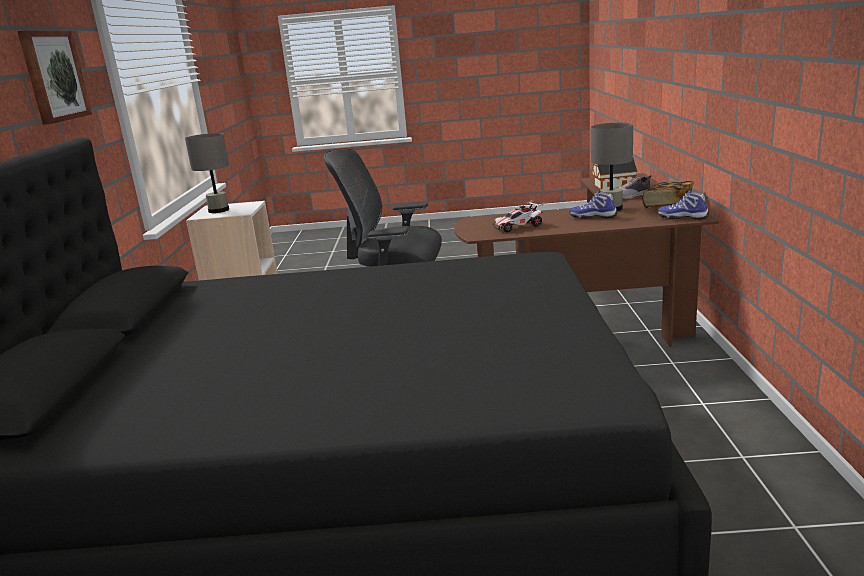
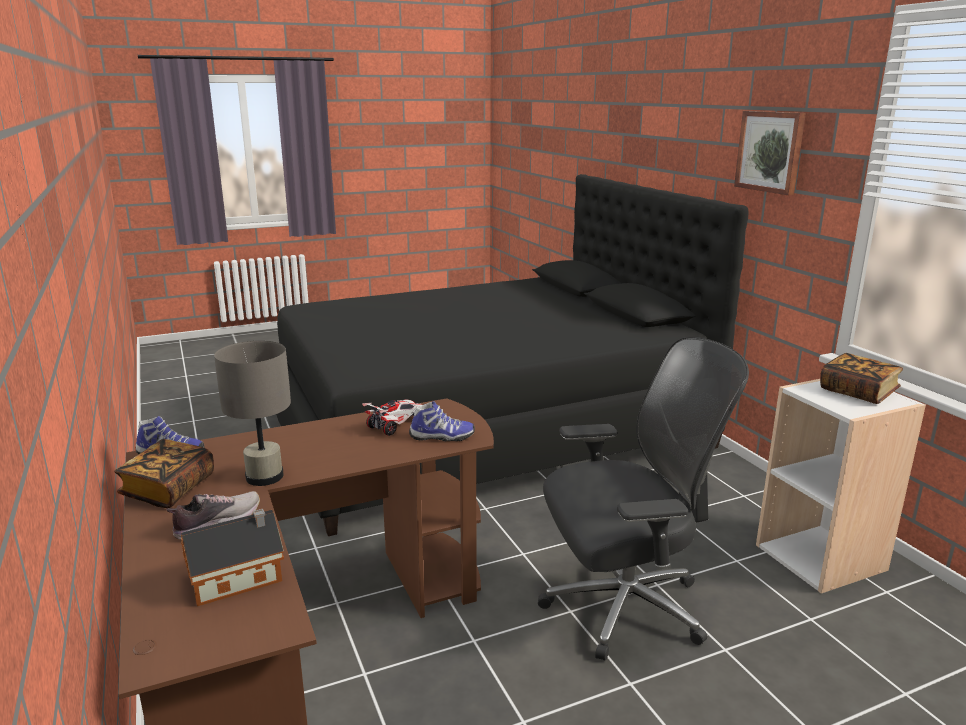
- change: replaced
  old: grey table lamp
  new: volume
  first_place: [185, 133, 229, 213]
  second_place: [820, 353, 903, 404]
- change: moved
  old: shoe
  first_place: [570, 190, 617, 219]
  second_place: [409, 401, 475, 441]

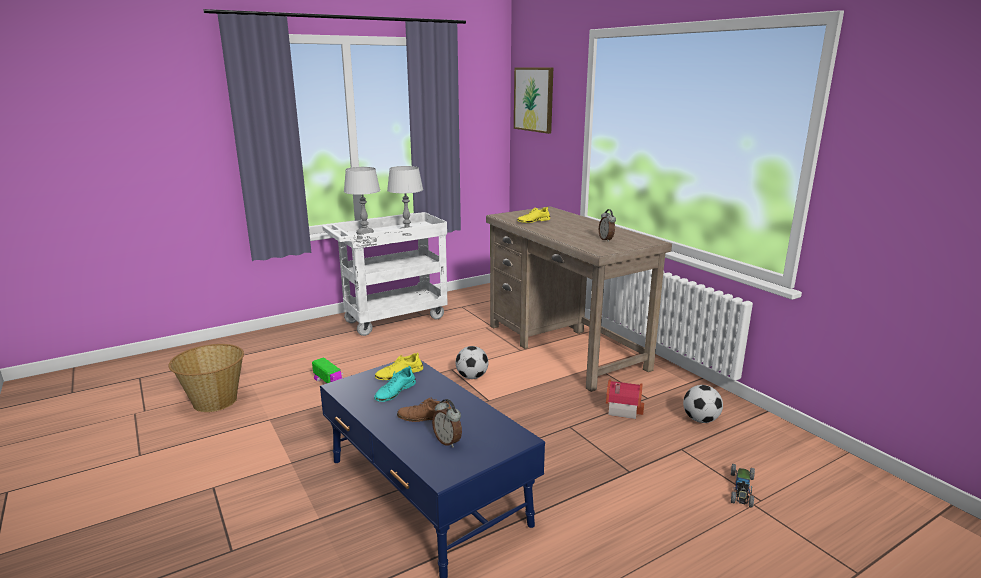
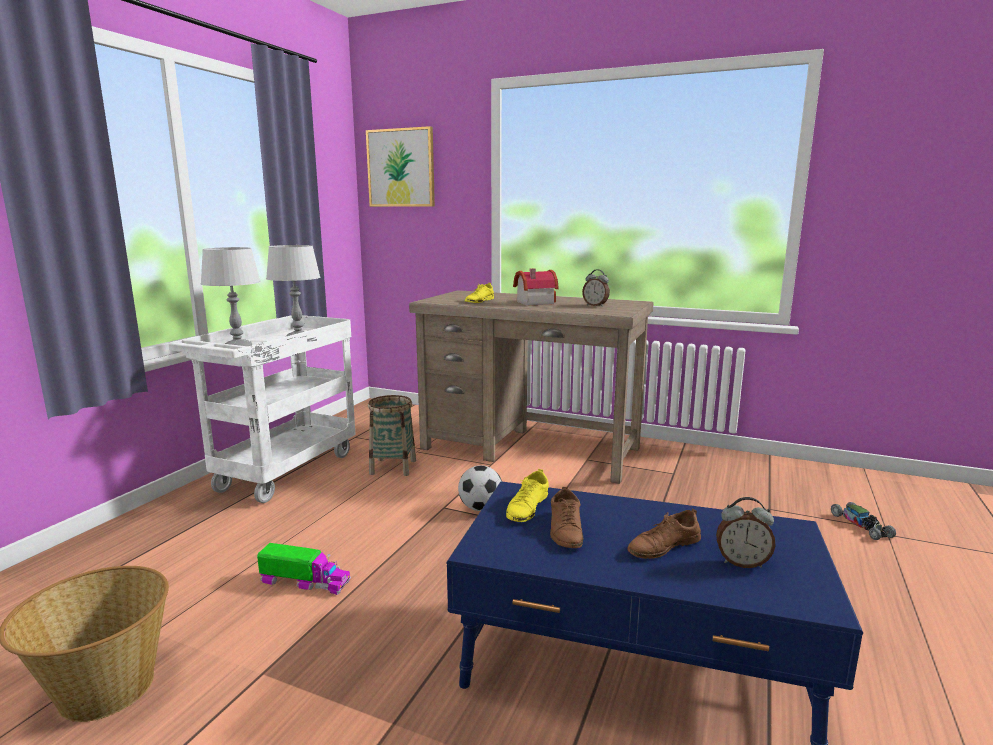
- change: recoloured
  old: turquoise-coloured shoe
  new: brown-coloured shoe
  first_place: [374, 366, 416, 402]
  second_place: [550, 487, 584, 548]
- change: moved
  old: model house
  first_place: [606, 380, 644, 419]
  second_place: [513, 268, 559, 306]
- change: removed
  old: football ball
  first_place: [683, 385, 723, 423]
- change: added
  new: basket
  second_place: [368, 395, 416, 476]

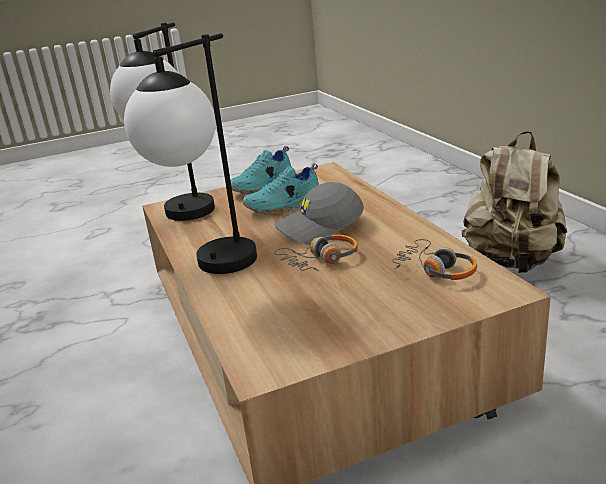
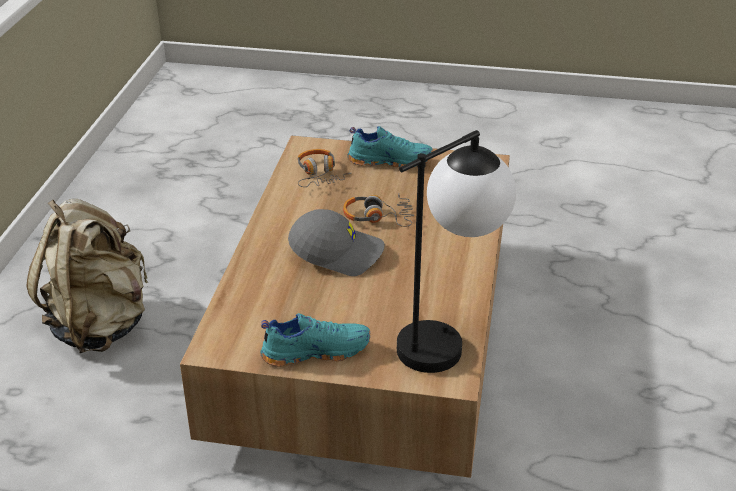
- change: removed
  old: table lamp
  first_place: [124, 33, 257, 274]
- change: moved
  old: turquoise-coloured shoe
  first_place: [242, 163, 319, 215]
  second_place: [347, 126, 433, 168]

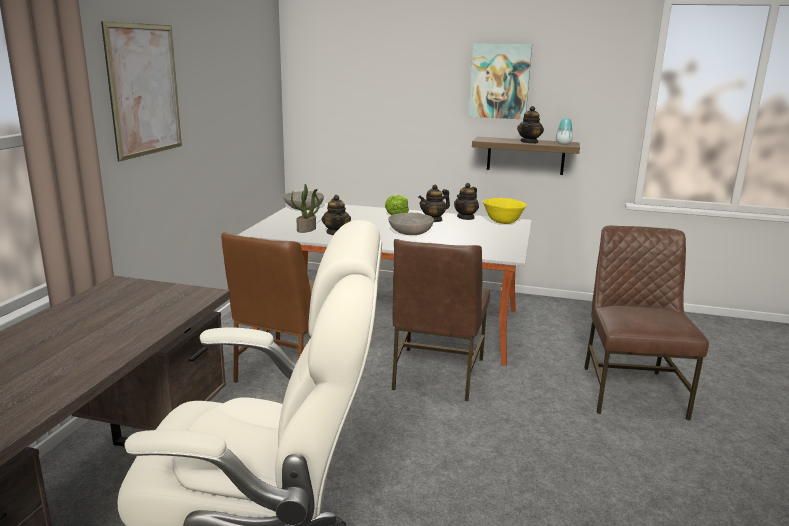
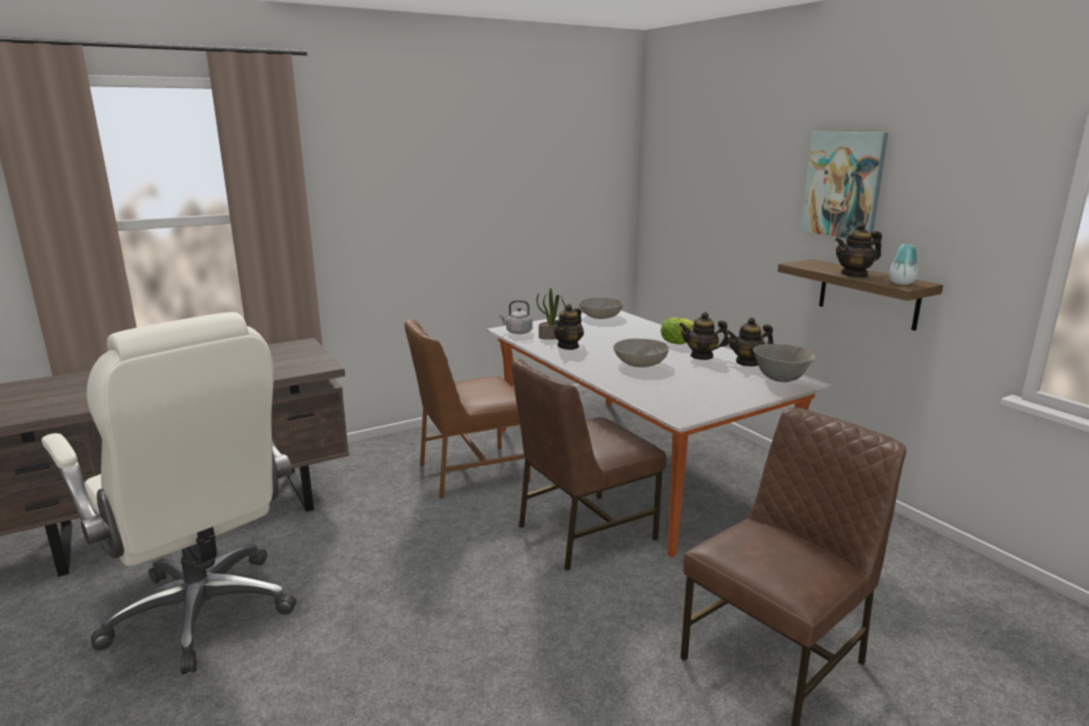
- change: removed
  old: wall picture
  first_place: [101, 21, 182, 161]
- change: recoloured
  old: yellow serving bowl
  new: grey serving bowl
  first_place: [483, 198, 527, 224]
  second_place: [753, 344, 815, 382]
- change: added
  new: grey water kettle
  second_place: [499, 300, 533, 334]

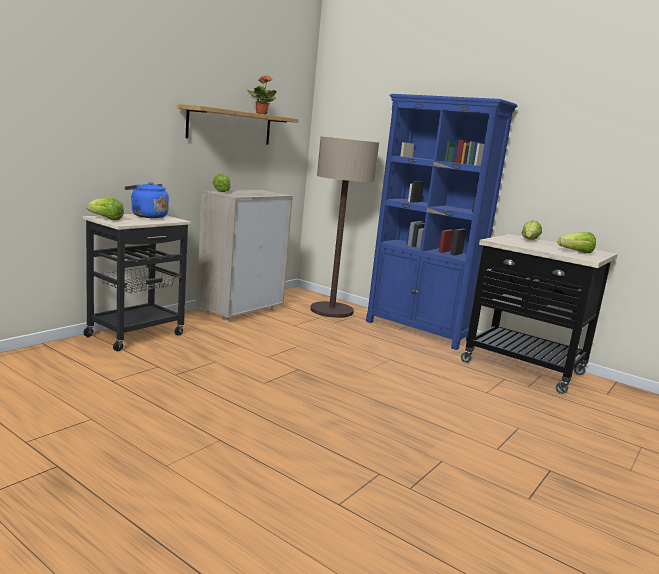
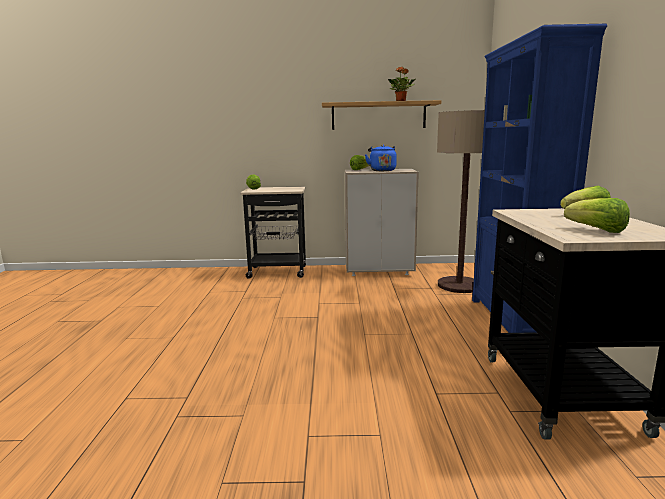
- change: moved
  old: blue water kettle
  first_place: [125, 182, 169, 218]
  second_place: [365, 144, 397, 171]

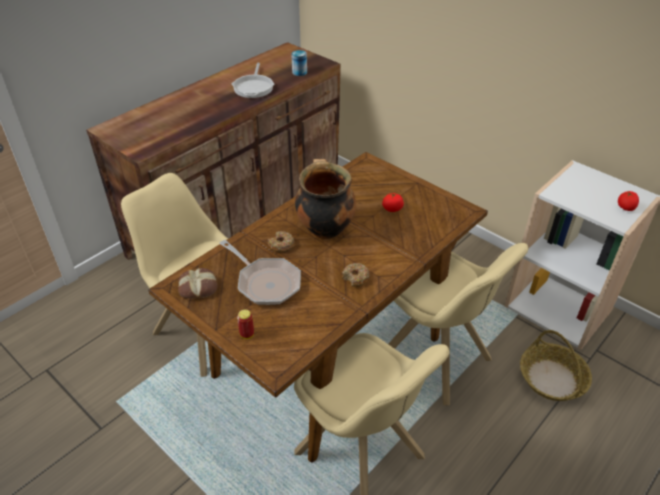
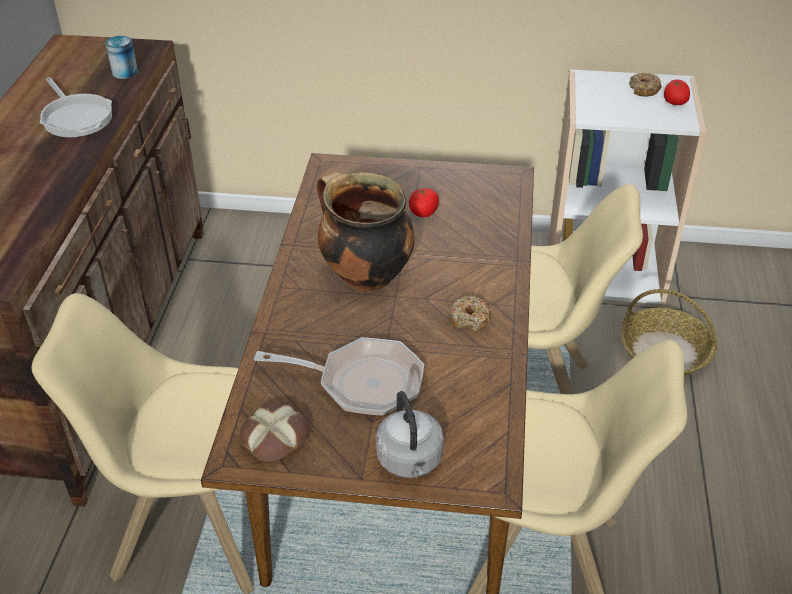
- change: moved
  old: donut
  first_place: [268, 231, 295, 253]
  second_place: [629, 73, 662, 97]
- change: replaced
  old: can
  new: grey water kettle
  first_place: [237, 310, 254, 339]
  second_place: [376, 391, 444, 478]

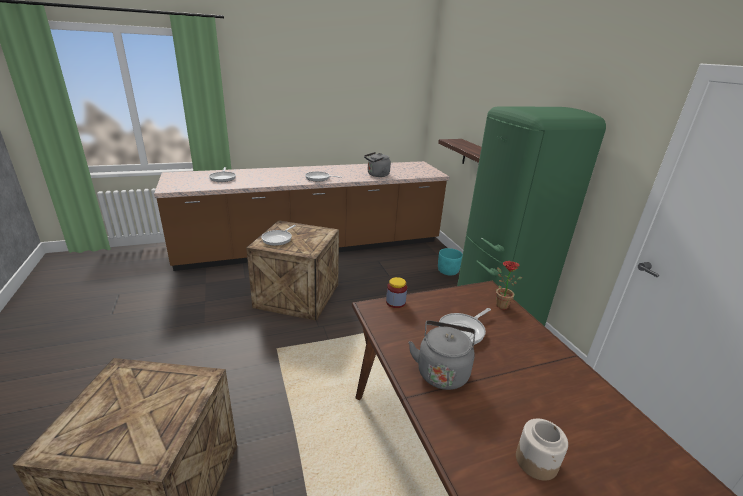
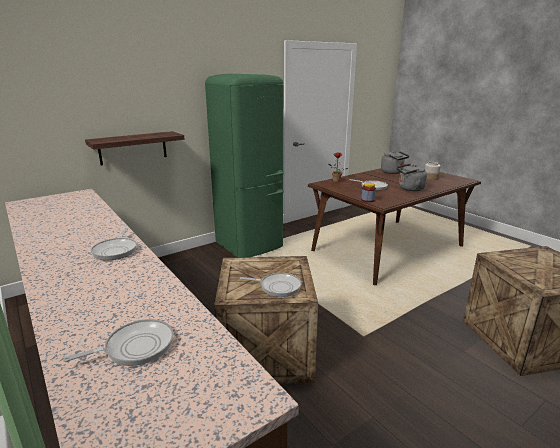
- change: moved
  old: grey water kettle
  first_place: [364, 152, 391, 177]
  second_place: [381, 151, 409, 174]
- change: removed
  old: turquoise-coloured planter
  first_place: [438, 248, 463, 276]

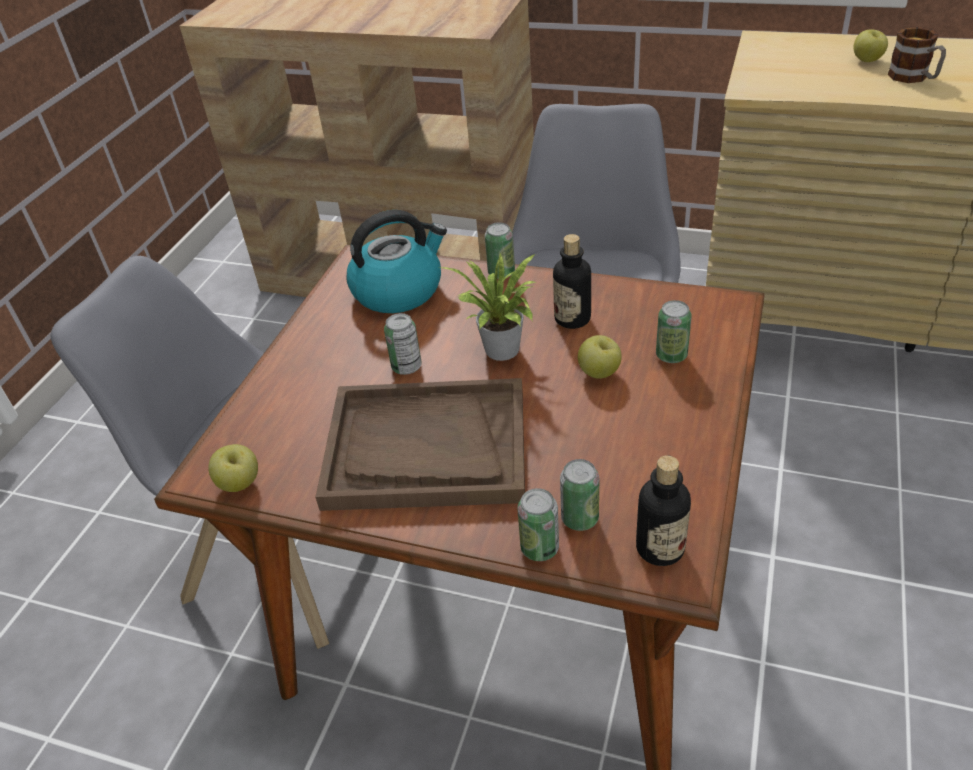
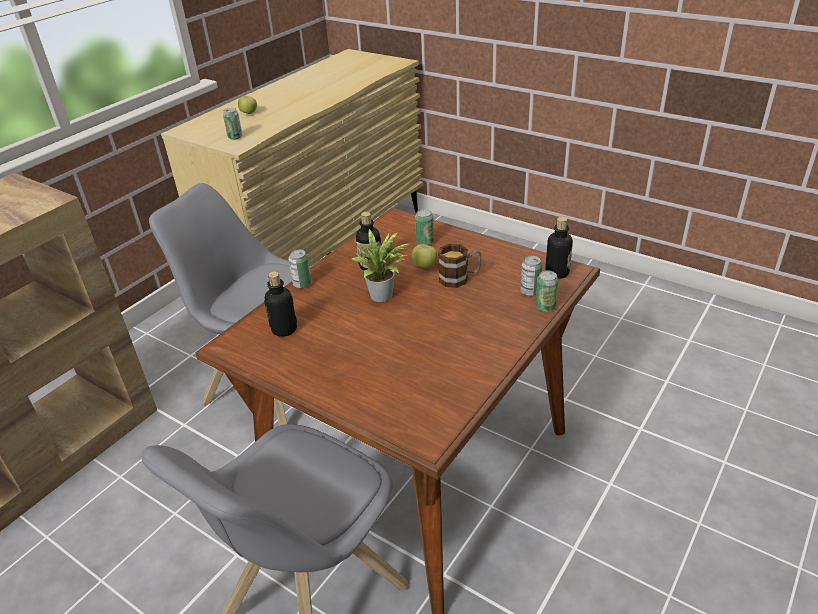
- change: moved
  old: coffee mug
  first_place: [887, 27, 946, 83]
  second_place: [438, 244, 481, 288]
- change: replaced
  old: water kettle
  new: drink bottle
  first_place: [346, 210, 447, 313]
  second_place: [264, 271, 297, 337]
- change: moved
  old: can
  first_place: [384, 313, 422, 375]
  second_place: [223, 108, 243, 140]
- change: removed
  old: brown-coloured serving tray
  first_place: [315, 378, 525, 511]
- change: removed
  old: apple
  first_place: [208, 444, 258, 492]

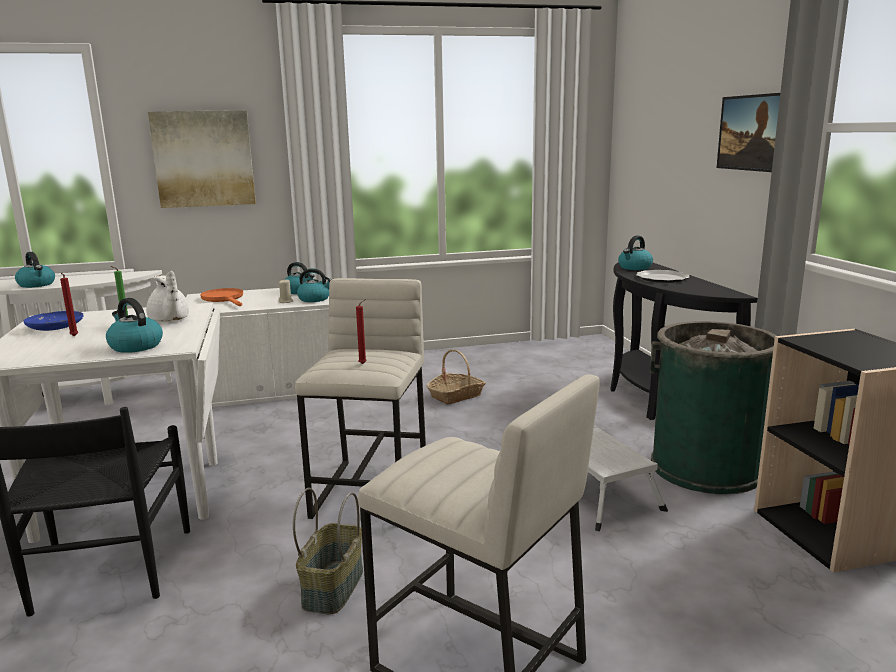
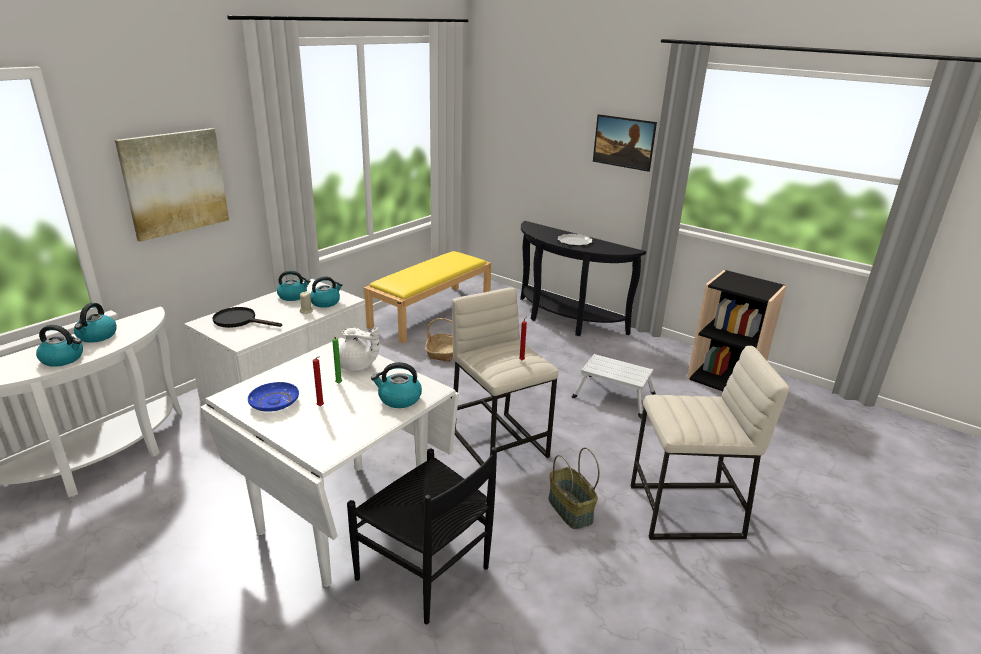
- change: moved
  old: water kettle
  first_place: [618, 236, 653, 270]
  second_place: [74, 303, 117, 343]
- change: recoloured
  old: orange-coloured frying pan
  new: black-coloured frying pan
  first_place: [200, 288, 243, 306]
  second_place: [212, 307, 282, 328]
- change: removed
  old: green rubbish bin
  first_place: [650, 321, 777, 494]
- change: added
  new: yellow bench
  second_place: [364, 251, 491, 343]

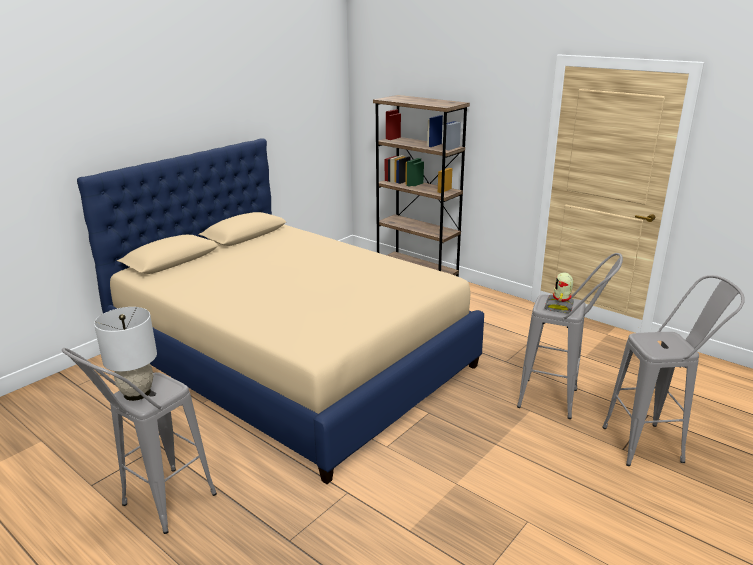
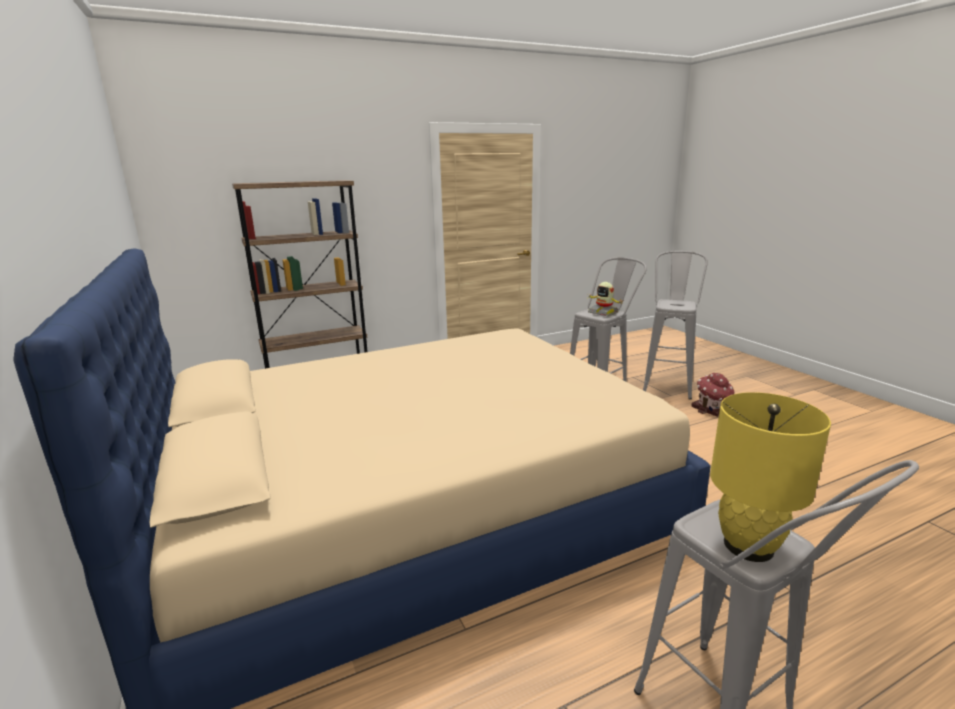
- change: recoloured
  old: white table lamp
  new: yellow table lamp
  first_place: [94, 307, 157, 401]
  second_place: [710, 392, 831, 562]
- change: added
  new: model house
  second_place: [692, 373, 734, 417]

